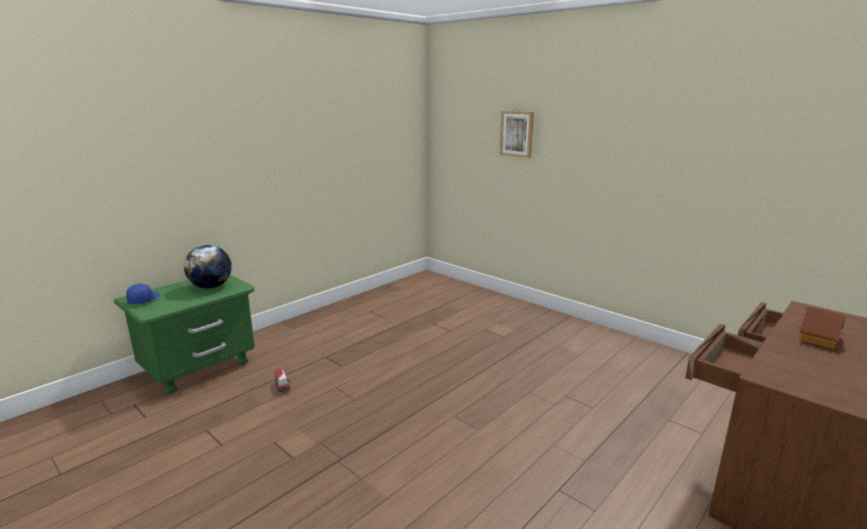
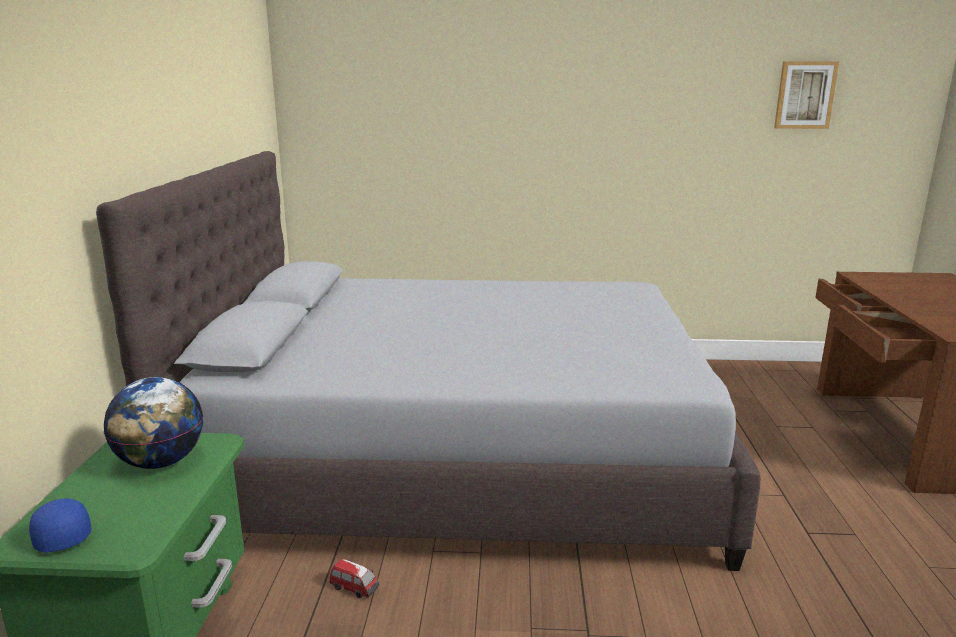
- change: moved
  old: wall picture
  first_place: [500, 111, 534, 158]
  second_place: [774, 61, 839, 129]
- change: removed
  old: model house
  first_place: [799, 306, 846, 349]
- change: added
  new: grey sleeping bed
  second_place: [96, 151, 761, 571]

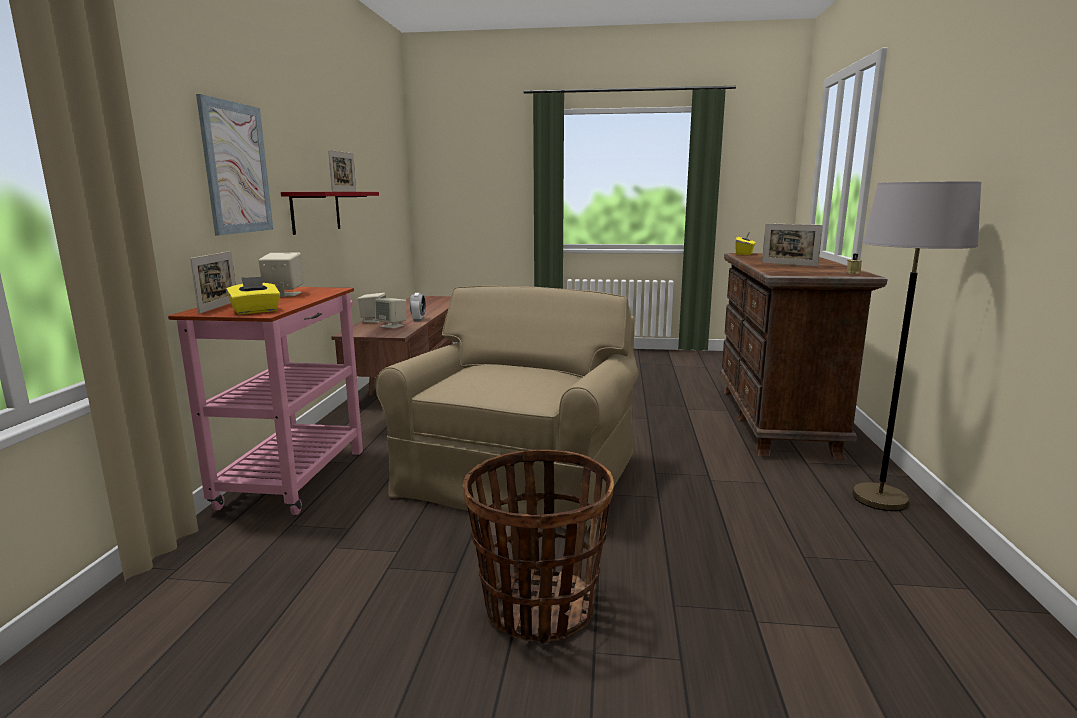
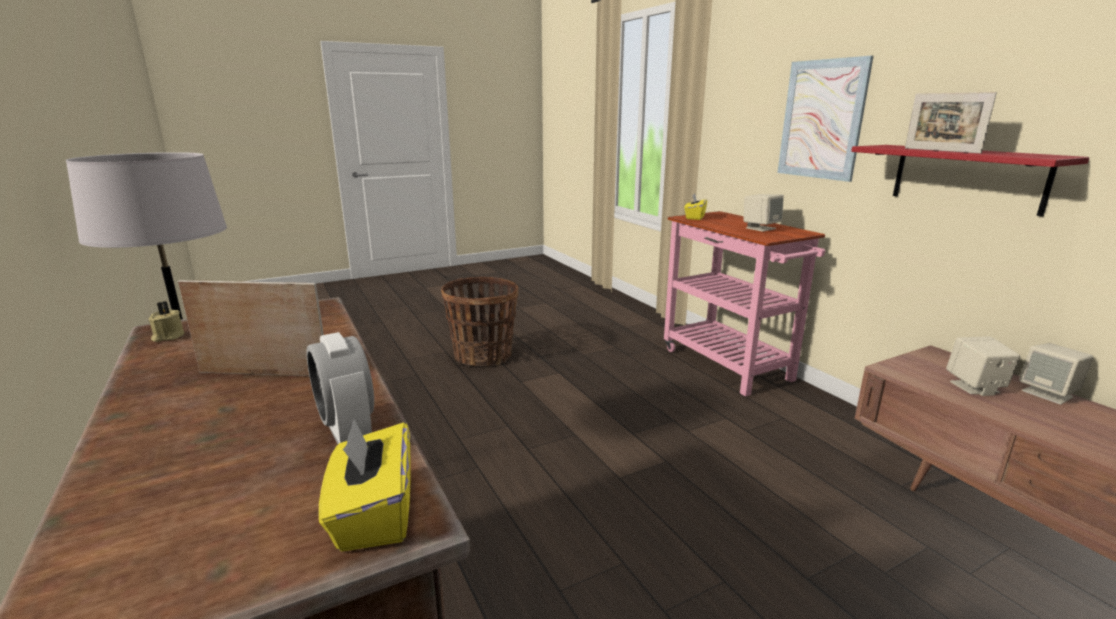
- change: removed
  old: picture frame
  first_place: [190, 251, 236, 314]
- change: removed
  old: beige-coloured lounge chair
  first_place: [376, 286, 639, 530]
- change: moved
  old: bedside clock
  first_place: [410, 293, 426, 321]
  second_place: [306, 332, 374, 444]

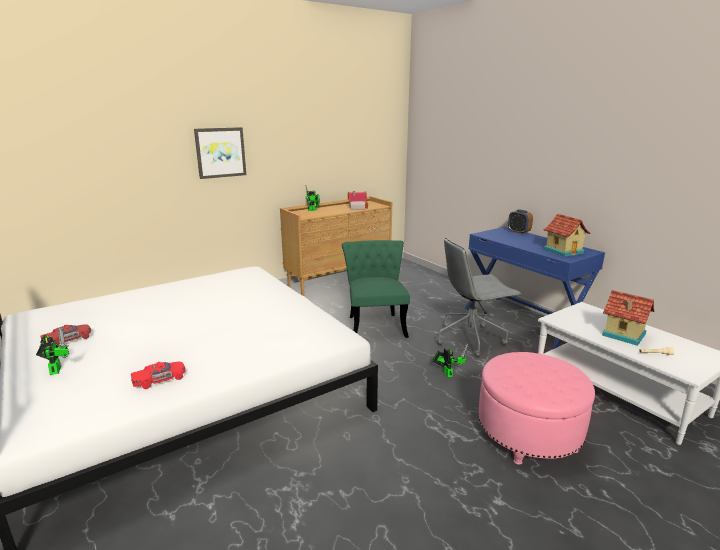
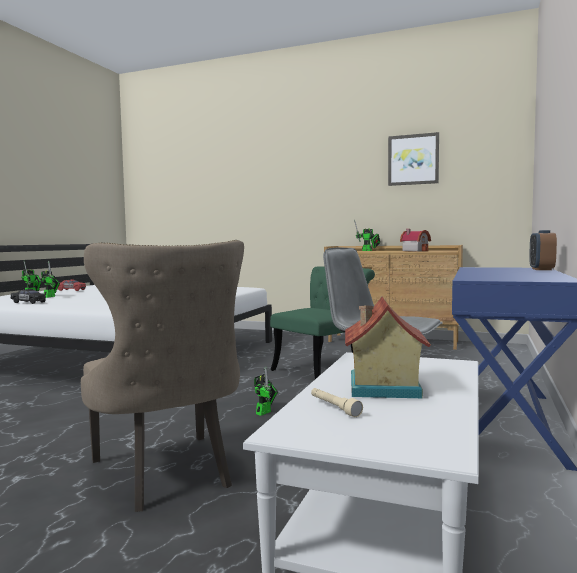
- change: moved
  old: wall picture
  first_place: [194, 127, 246, 179]
  second_place: [388, 132, 439, 186]
- change: removed
  old: model house
  first_place: [543, 214, 591, 257]
- change: replaced
  old: pink ottoman
  new: beige-coloured upright chair
  first_place: [478, 352, 595, 465]
  second_place: [81, 240, 244, 512]
- change: recoloured
  old: red toy car
  new: black-coloured toy car
  first_place: [131, 362, 186, 389]
  second_place: [11, 289, 46, 304]
- change: added
  new: toy robot
  second_place: [41, 261, 60, 298]

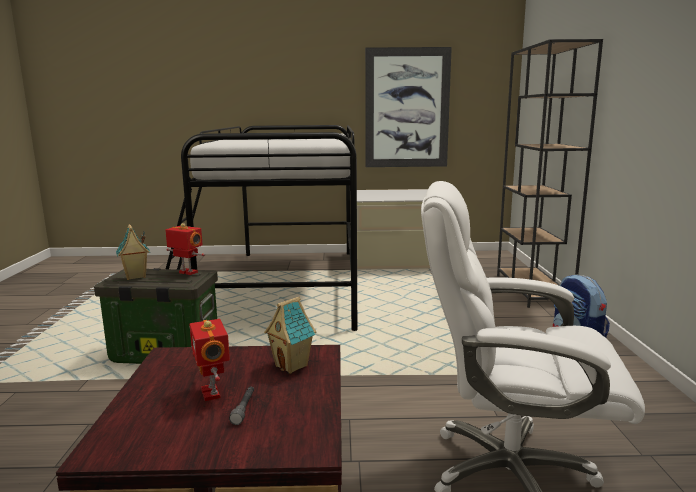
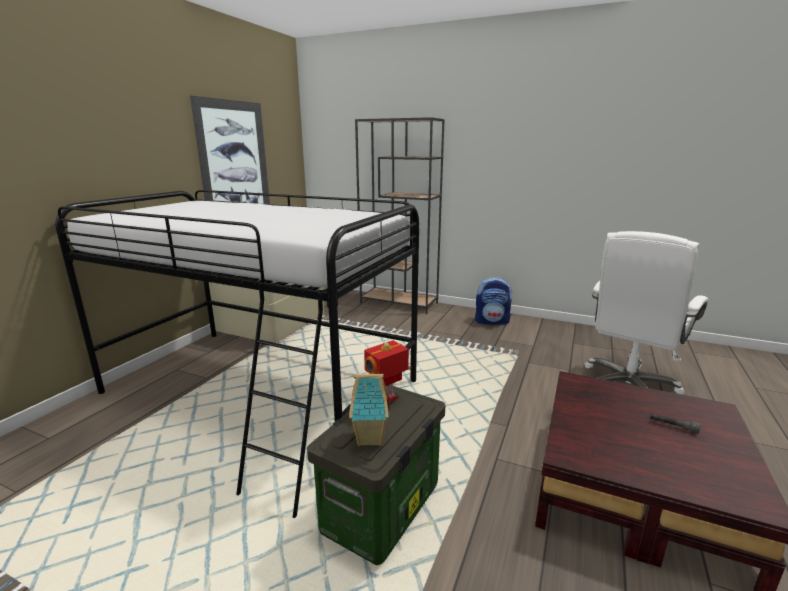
- change: removed
  old: model house
  first_place: [264, 297, 316, 374]
- change: removed
  old: toy robot
  first_place: [189, 319, 230, 401]

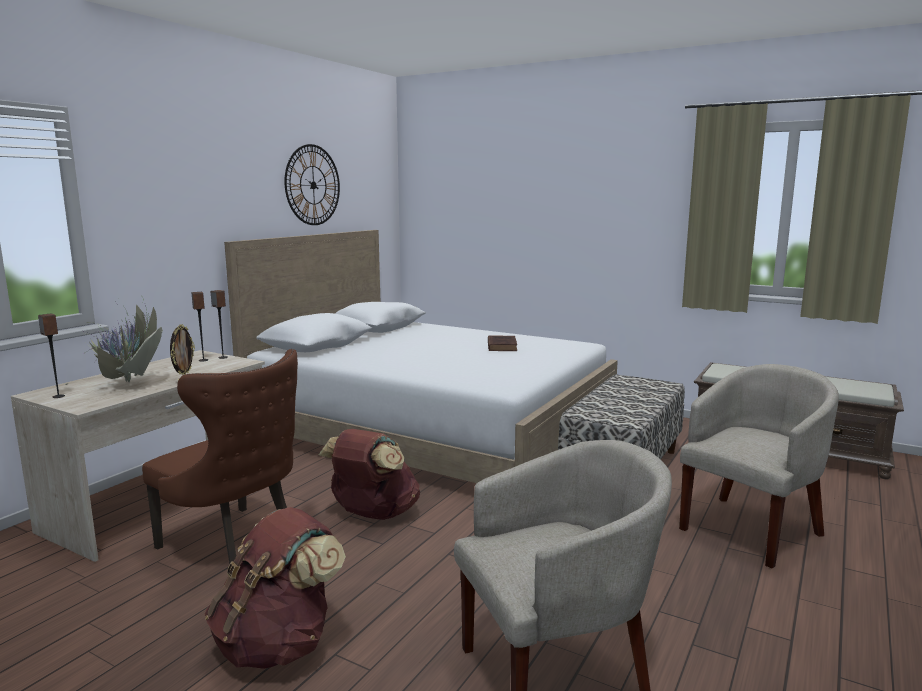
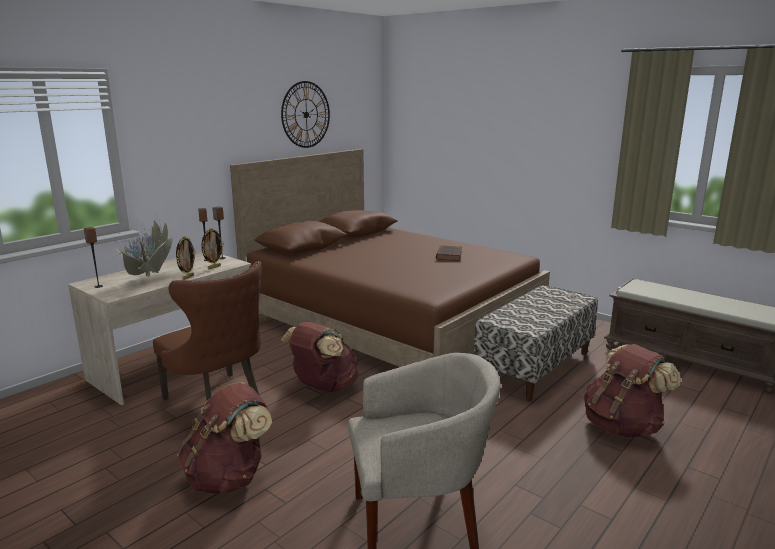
- change: recoloured
  old: white sleeping bed
  new: brown-coloured sleeping bed
  first_place: [224, 230, 618, 483]
  second_place: [230, 149, 550, 367]
- change: replaced
  old: beige-coloured lounge chair
  new: brown-coloured backpack
  first_place: [679, 364, 839, 568]
  second_place: [584, 344, 681, 438]
- change: added
  new: picture frame
  second_place: [201, 228, 224, 269]

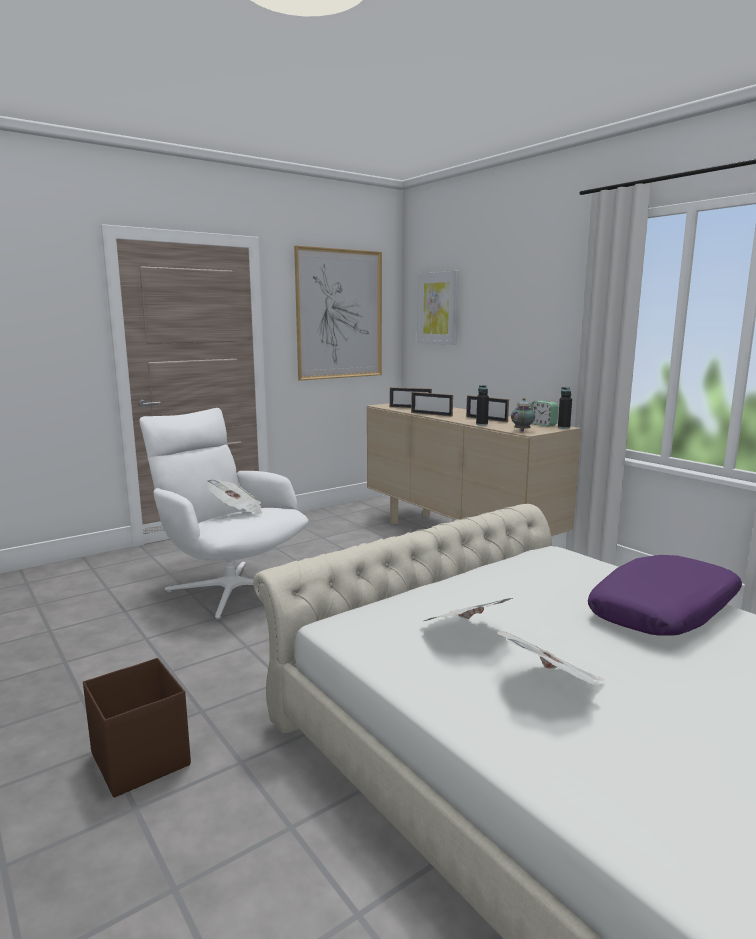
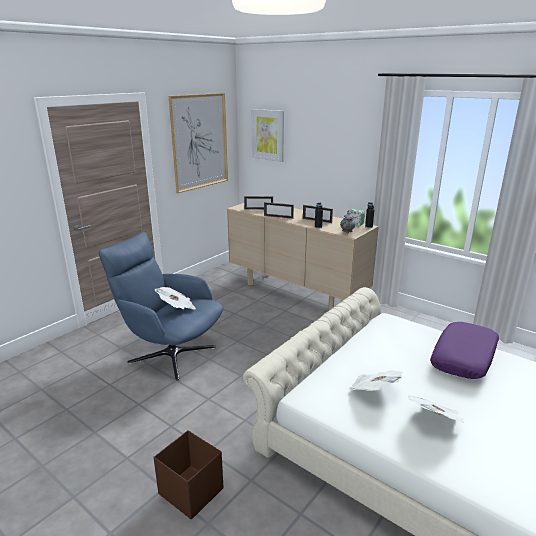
- change: recoloured
  old: white lounge chair
  new: blue lounge chair
  first_place: [139, 408, 309, 619]
  second_place: [99, 232, 223, 381]

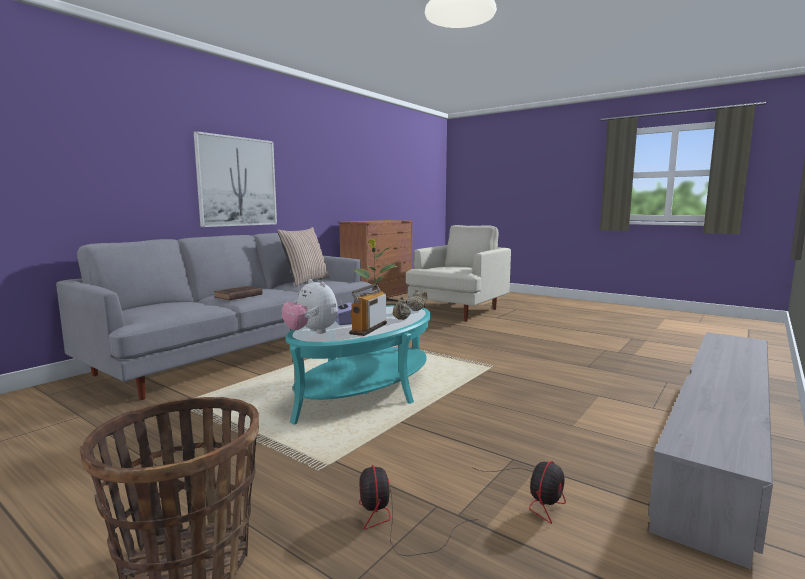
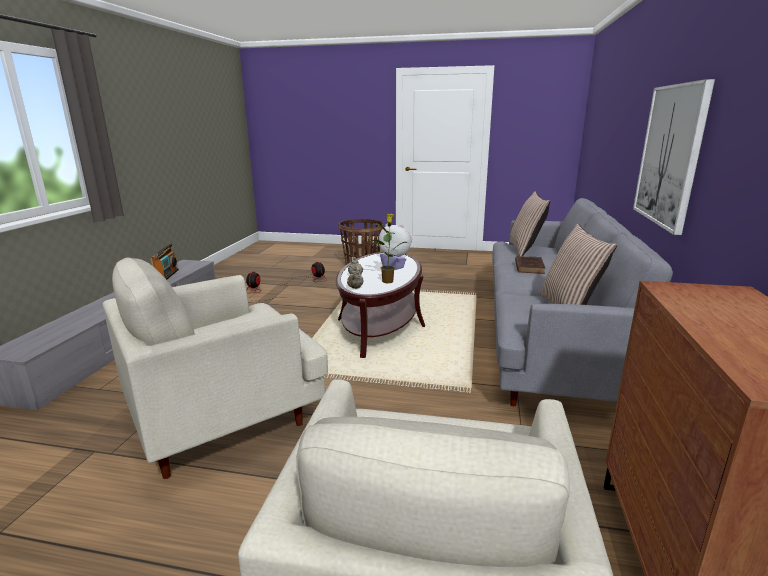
- change: moved
  old: radio receiver
  first_place: [349, 283, 387, 336]
  second_place: [151, 243, 179, 280]
- change: recoloured
  old: turquoise-coloured lounge table
  new: brown-coloured lounge table
  first_place: [285, 305, 431, 425]
  second_place: [336, 252, 425, 358]
- change: added
  new: pillow
  second_place: [510, 191, 550, 256]
- change: added
  new: beige-coloured lounge chair
  second_place: [102, 257, 328, 479]

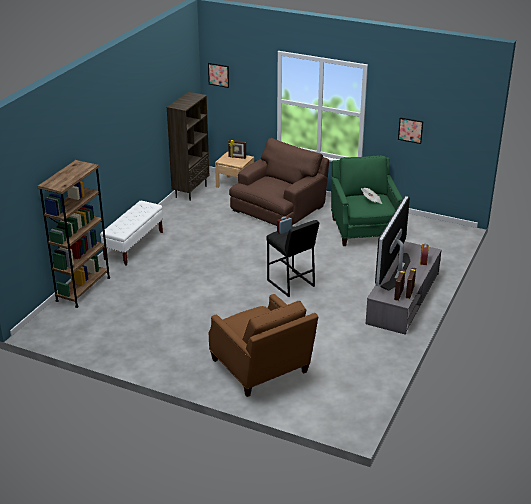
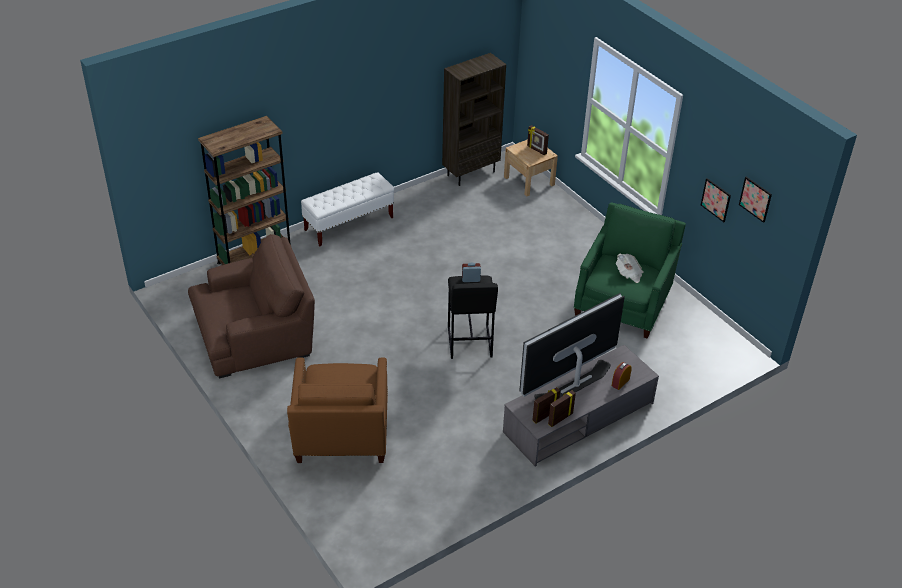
- change: moved
  old: wall picture
  first_place: [208, 63, 229, 88]
  second_place: [739, 176, 772, 223]
- change: moved
  old: brown-coloured lounge chair
  first_place: [229, 138, 329, 226]
  second_place: [188, 234, 315, 379]

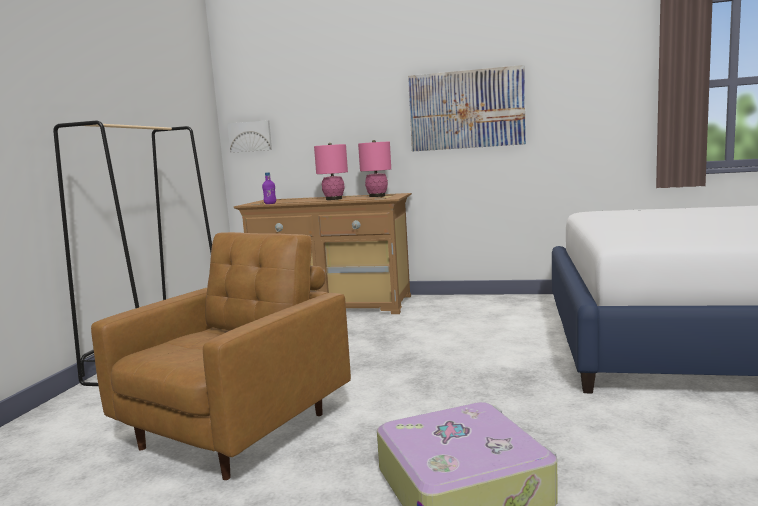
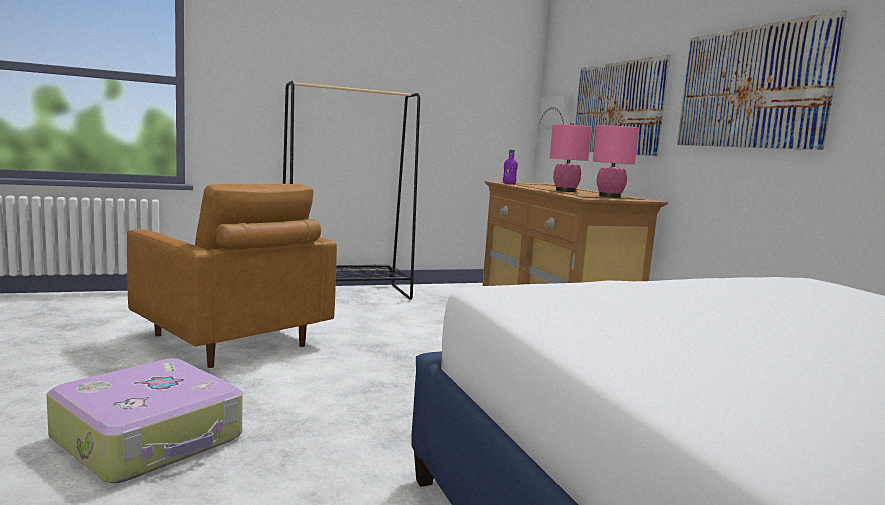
- change: turned
  old: brown-coloured lounge chair
  first_place: [91, 232, 351, 480]
  second_place: [127, 184, 337, 368]
  degrees: 45
- change: added
  new: wall picture
  second_place: [575, 54, 670, 156]

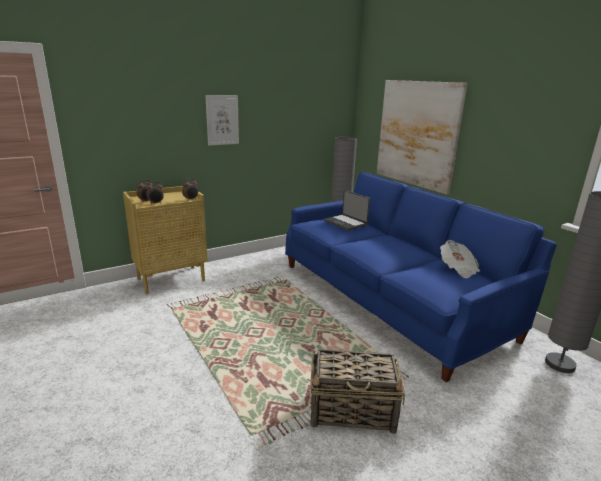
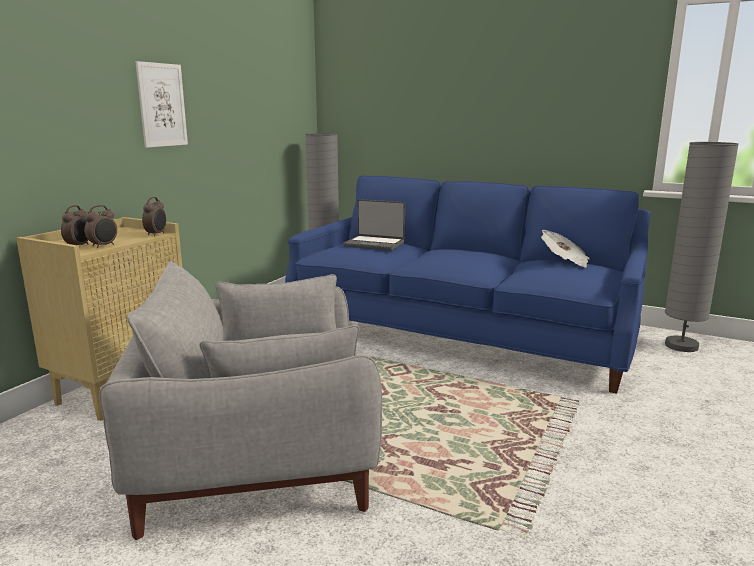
- change: removed
  old: wall picture
  first_place: [377, 80, 468, 195]
- change: removed
  old: basket
  first_place: [310, 349, 405, 434]
- change: added
  new: grey lounge chair
  second_place: [99, 261, 382, 540]

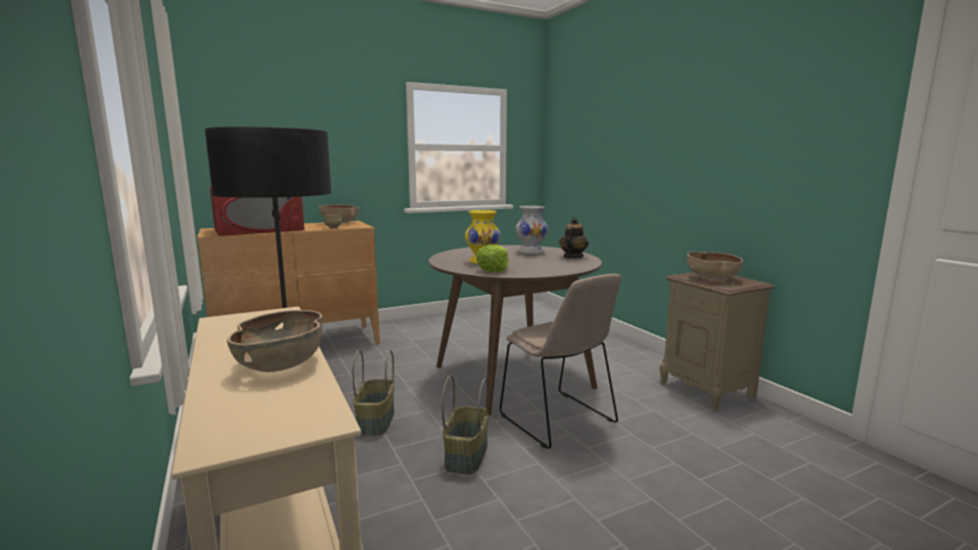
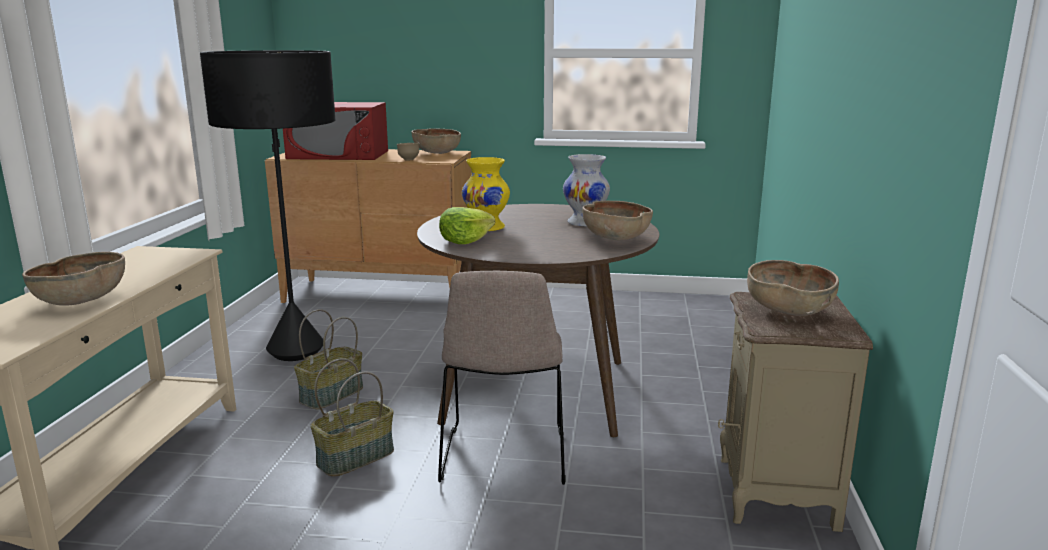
- change: replaced
  old: tea pot
  new: brown-coloured serving bowl
  first_place: [559, 217, 589, 258]
  second_place: [582, 201, 653, 240]

